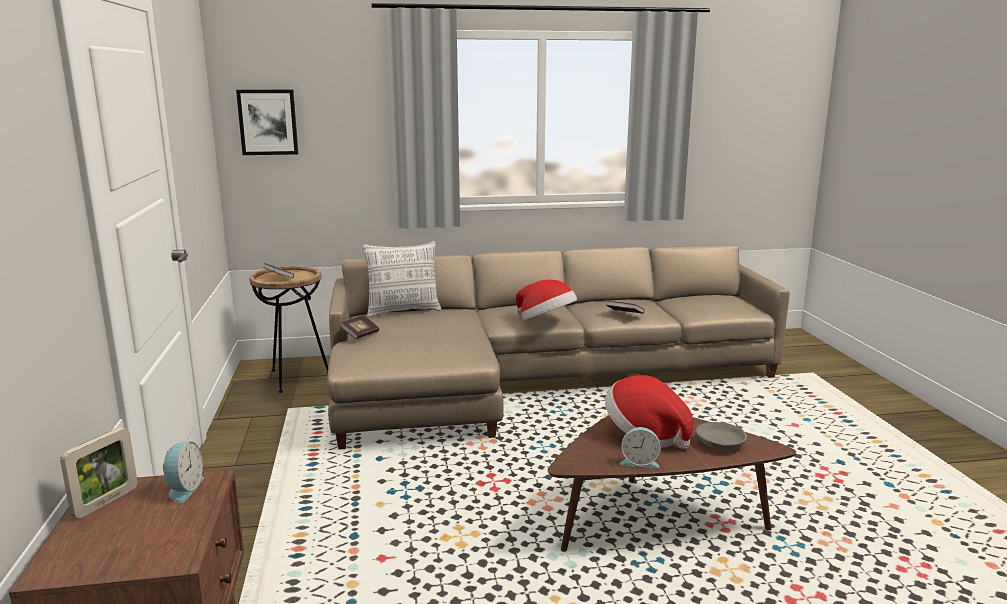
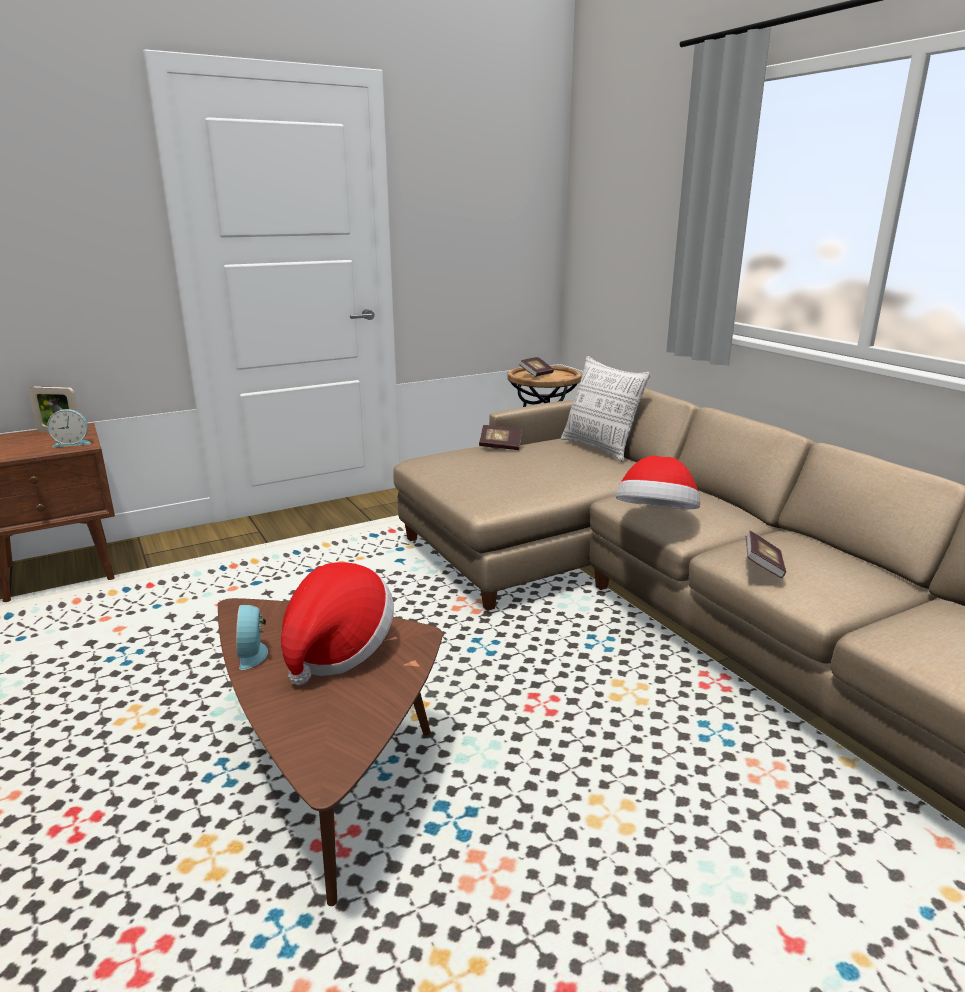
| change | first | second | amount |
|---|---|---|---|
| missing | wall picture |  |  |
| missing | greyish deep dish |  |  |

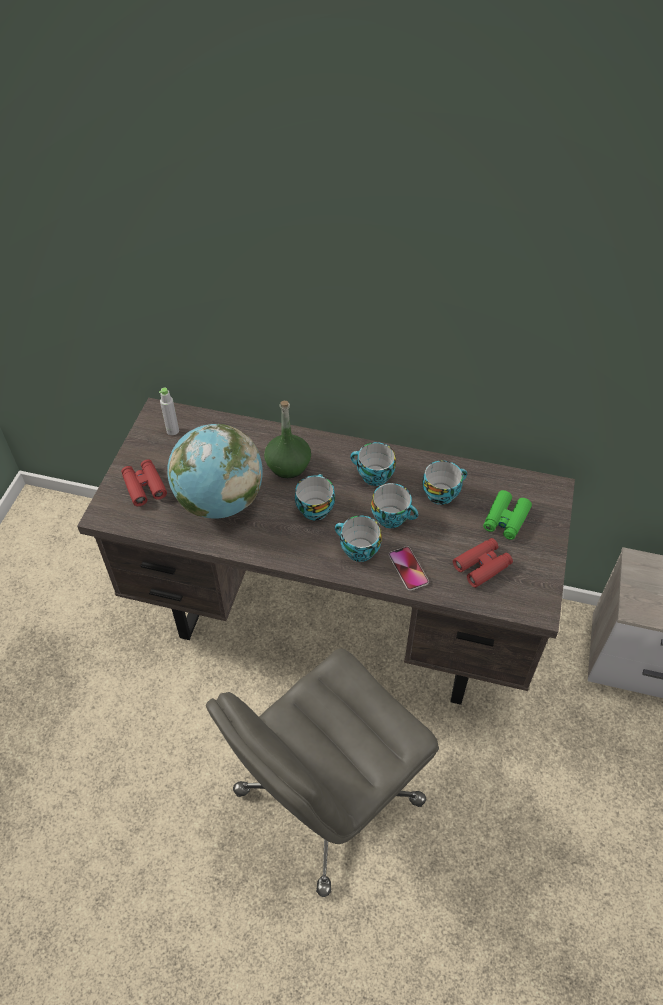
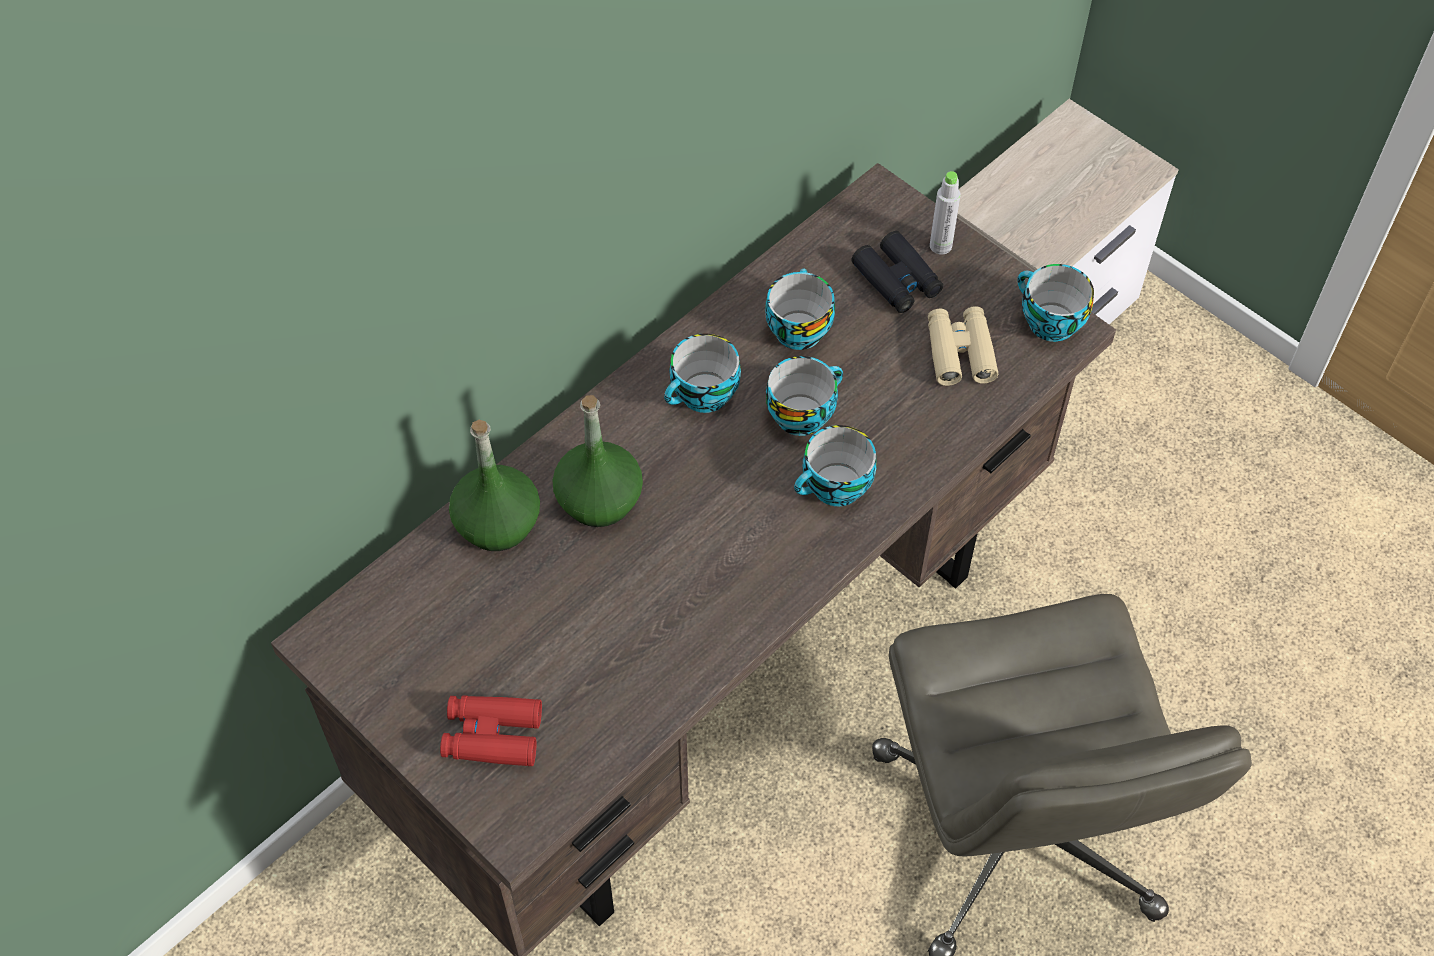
| change | first | second | amount |
|---|---|---|---|
| appeared |  | greenish bottle (no. 1 from left) |  |
| colour | greenish binoculars | black binoculars |  |
| colour | red-coloured binoculars (no. 2 from left) | beige-coloured binoculars |  |
| relocated | greyish bottle |  |  |
| relocated | small cup (no. 1 from left in the first image) | small cup (no. 5 from left) |  |
| missing | desk globe |  |  |
| missing | phone |  |  |

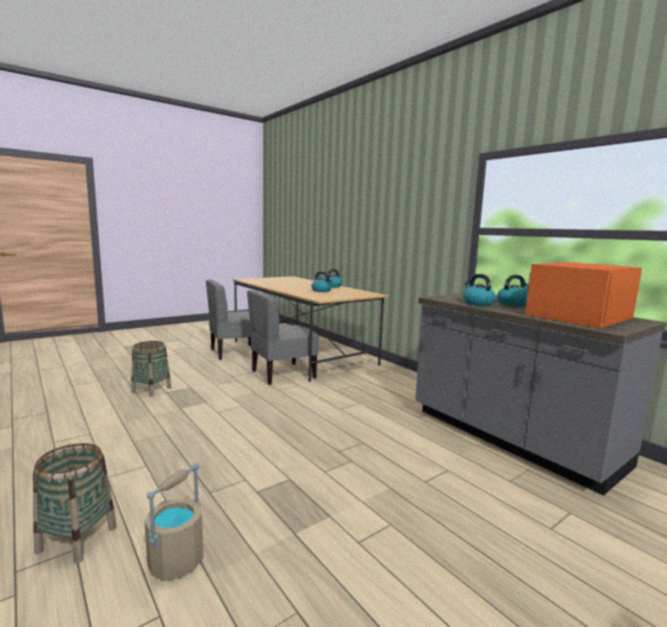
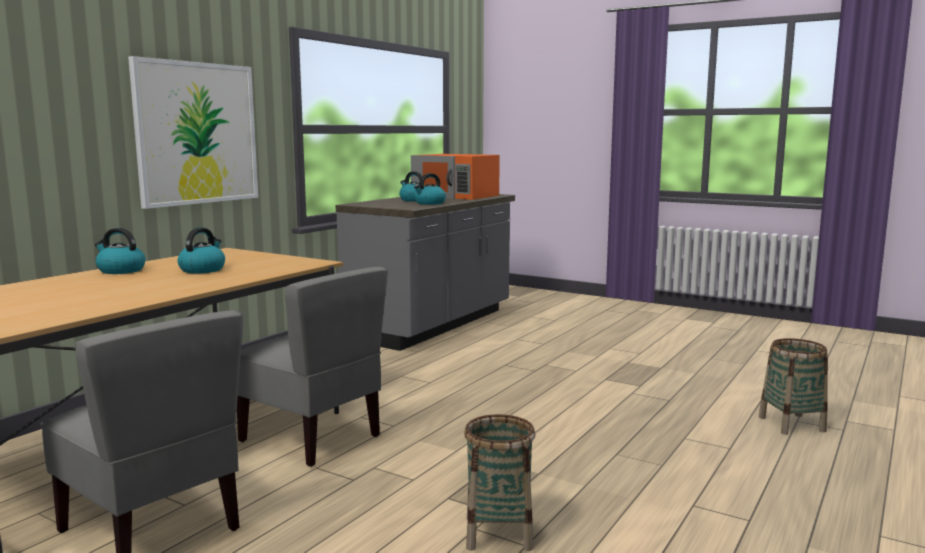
| change | first | second | amount |
|---|---|---|---|
| appeared |  | wall picture |  |
| missing | beige-coloured bucket |  |  |

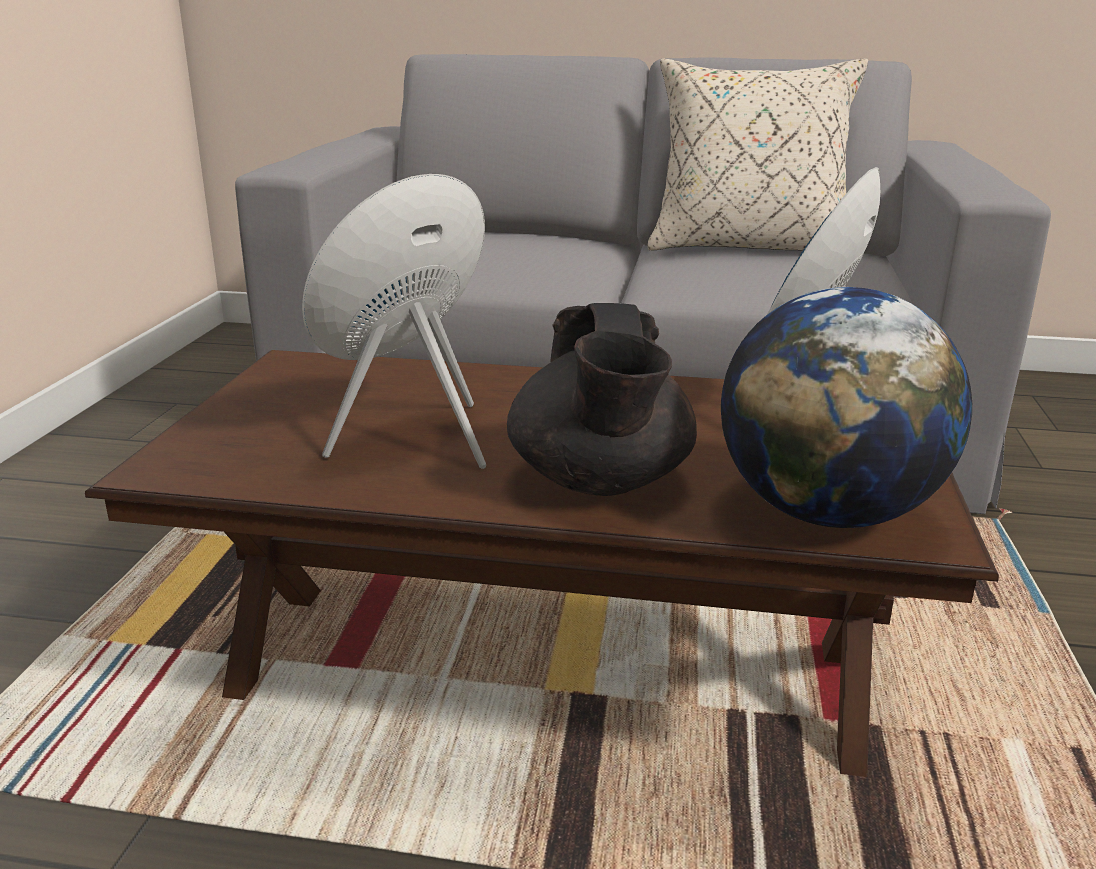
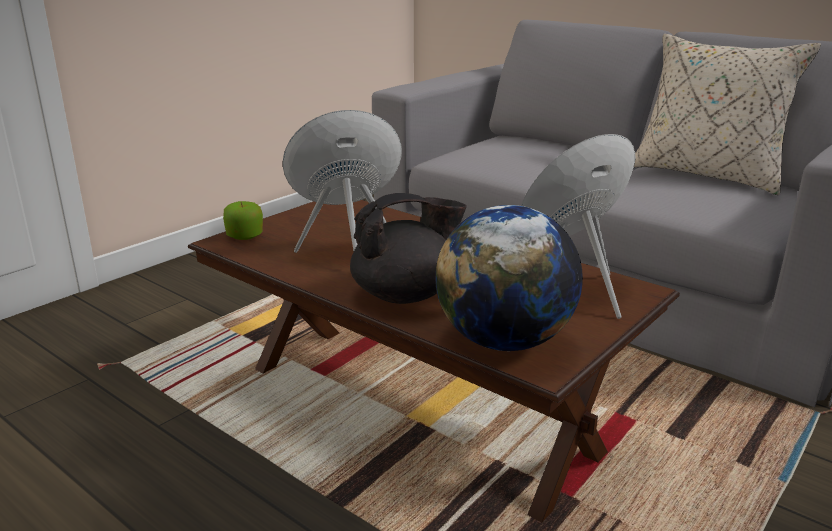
| change | first | second | amount |
|---|---|---|---|
| appeared |  | apple fruit |  |
| spun | black teapot |  | 135 degrees counterclockwise |

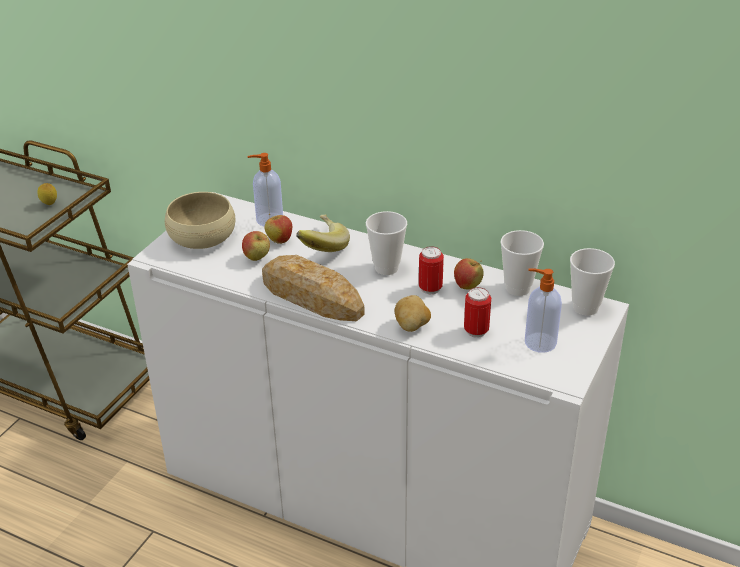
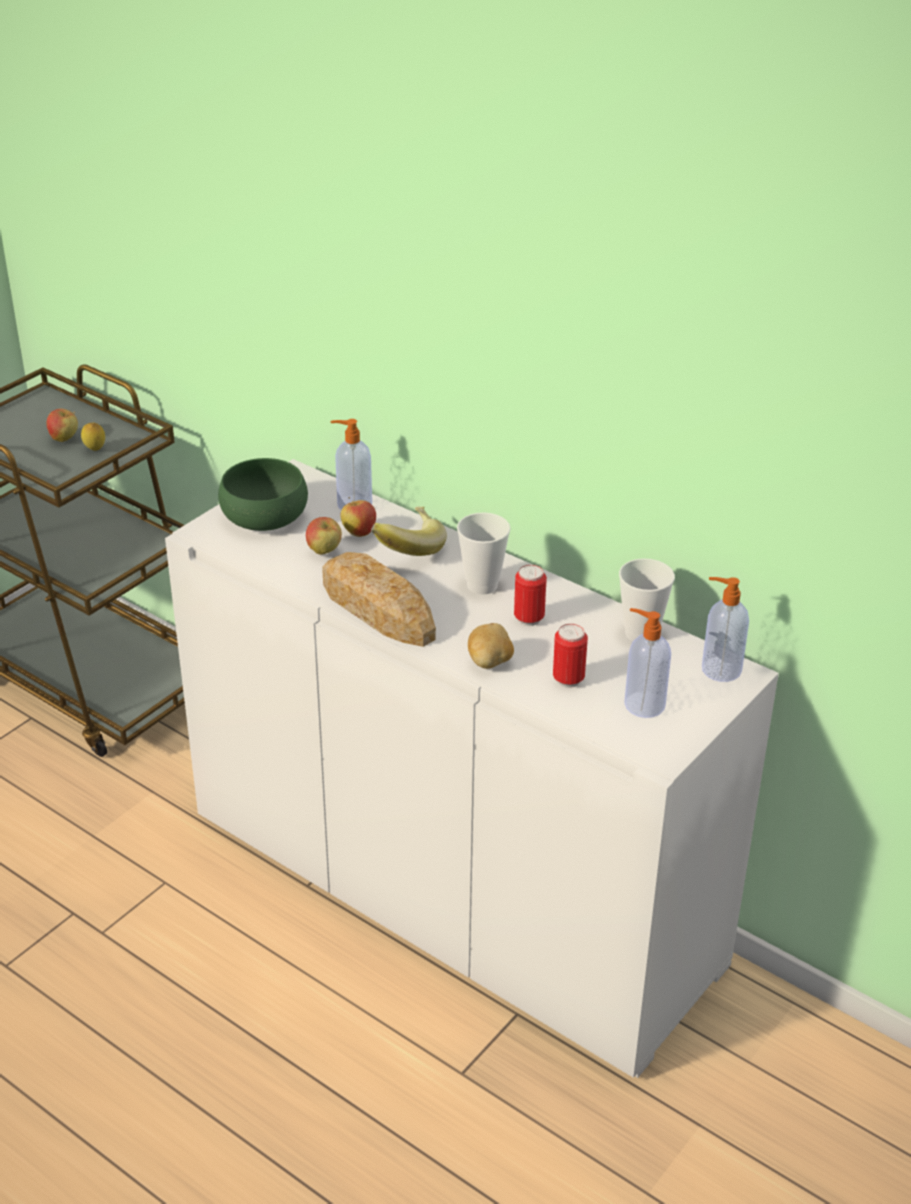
| change | first | second | amount |
|---|---|---|---|
| relocated | apple fruit (no. 3 from left in the first image) | apple fruit (no. 1 from left) |  |
| colour | beige-coloured deep dish | greenish deep dish |  |
| exchanged | small cup (no. 3 from left) | liquid soap bottle (no. 3 from left) |  |

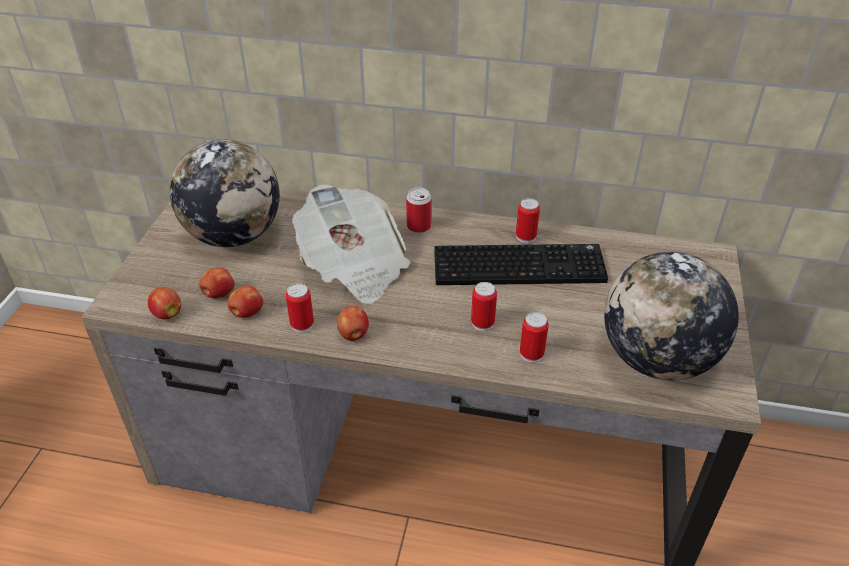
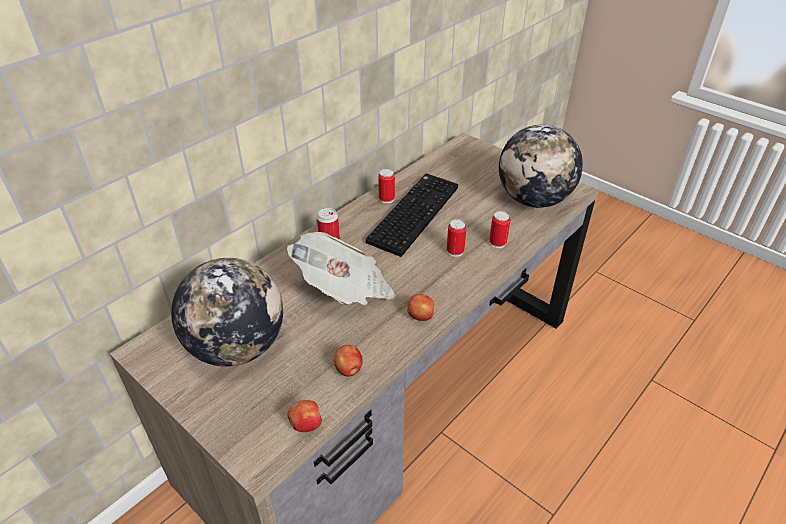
| change | first | second | amount |
|---|---|---|---|
| missing | apple fruit (no. 2 from left) |  |  |
| missing | sealed can (no. 1 from left) |  |  |

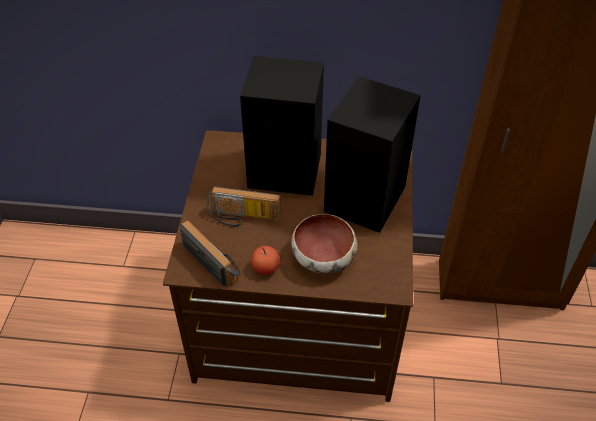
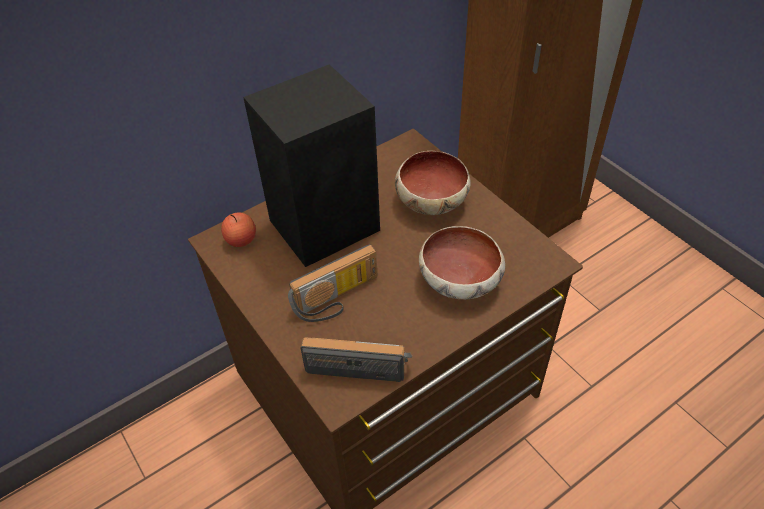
| change | first | second | amount |
|---|---|---|---|
| relocated | apple fruit |  |  |
| exchanged | black audio speaker (no. 2 from left) | deep dish (no. 1 from left) |  |

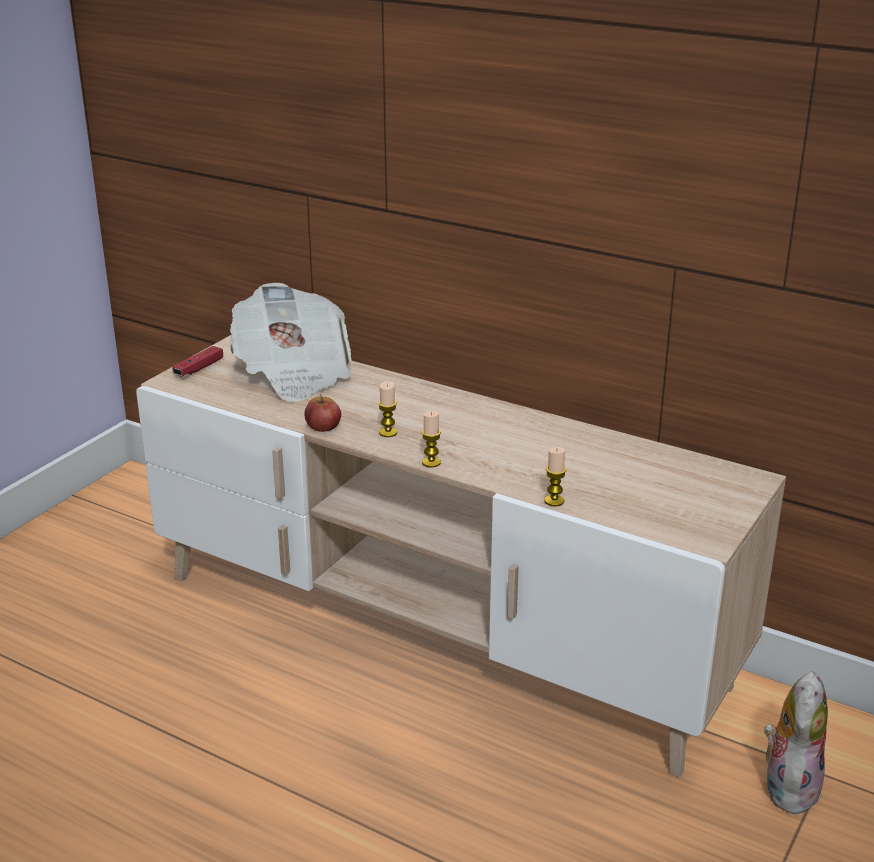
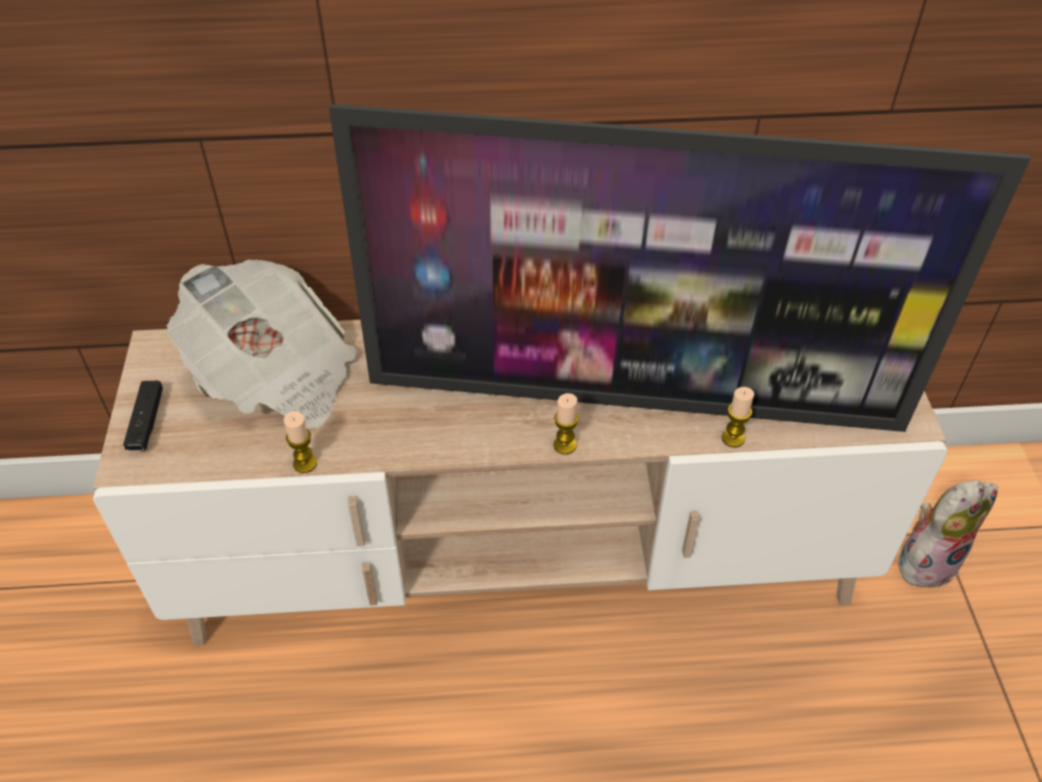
| change | first | second | amount |
|---|---|---|---|
| colour | red-coloured gamepad | black gamepad |  |
| relocated | wax light (no. 1 from left) |  |  |
| appeared |  | television |  |
| spun | plush toy |  | 75 degrees clockwise |
| missing | apple fruit |  |  |

